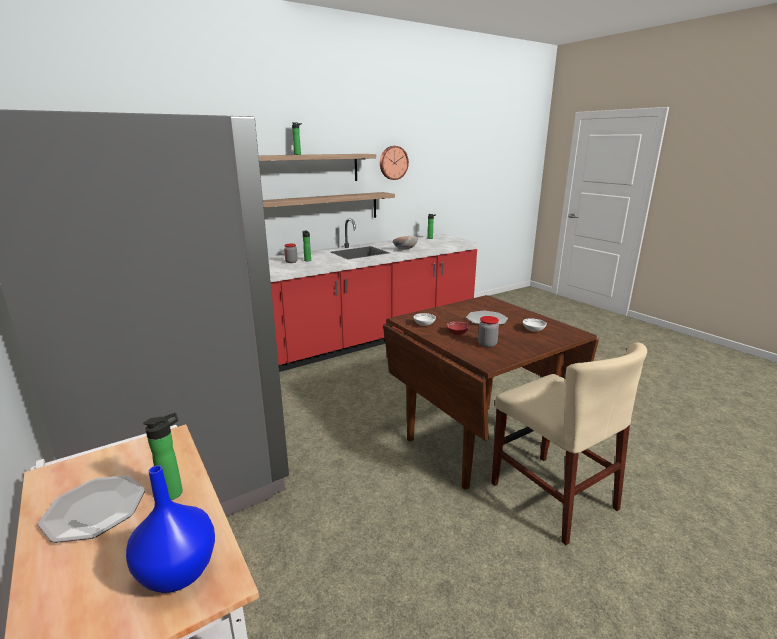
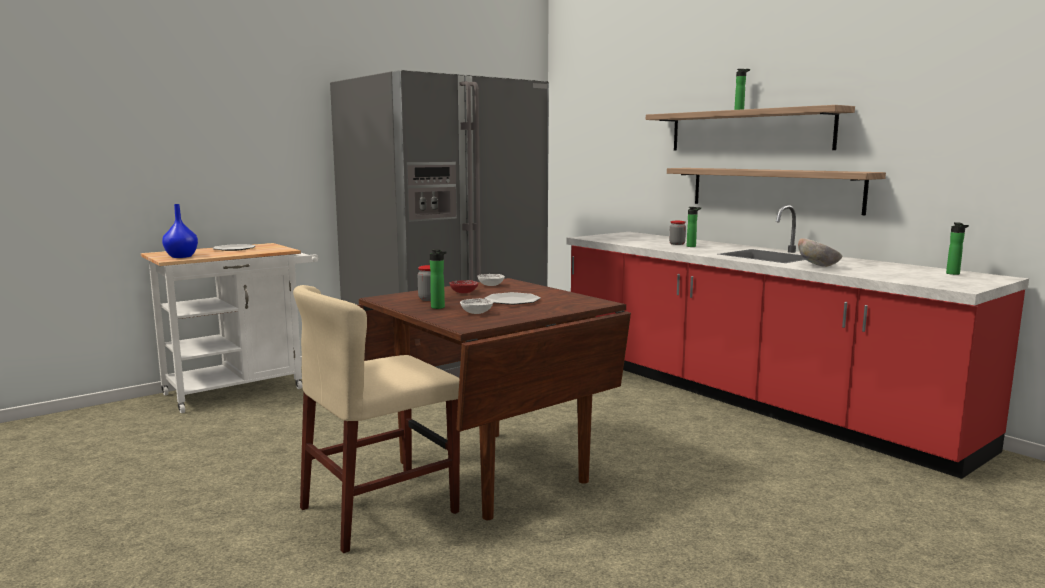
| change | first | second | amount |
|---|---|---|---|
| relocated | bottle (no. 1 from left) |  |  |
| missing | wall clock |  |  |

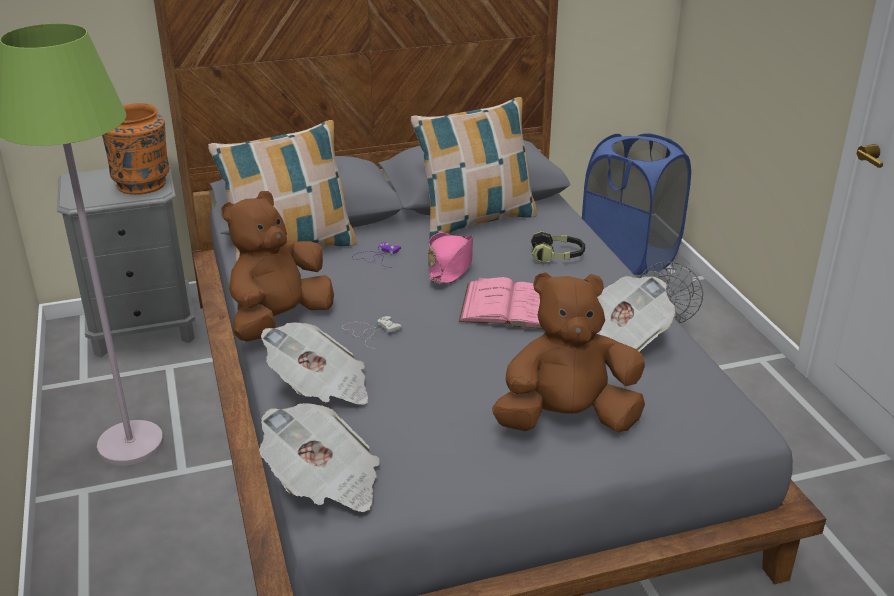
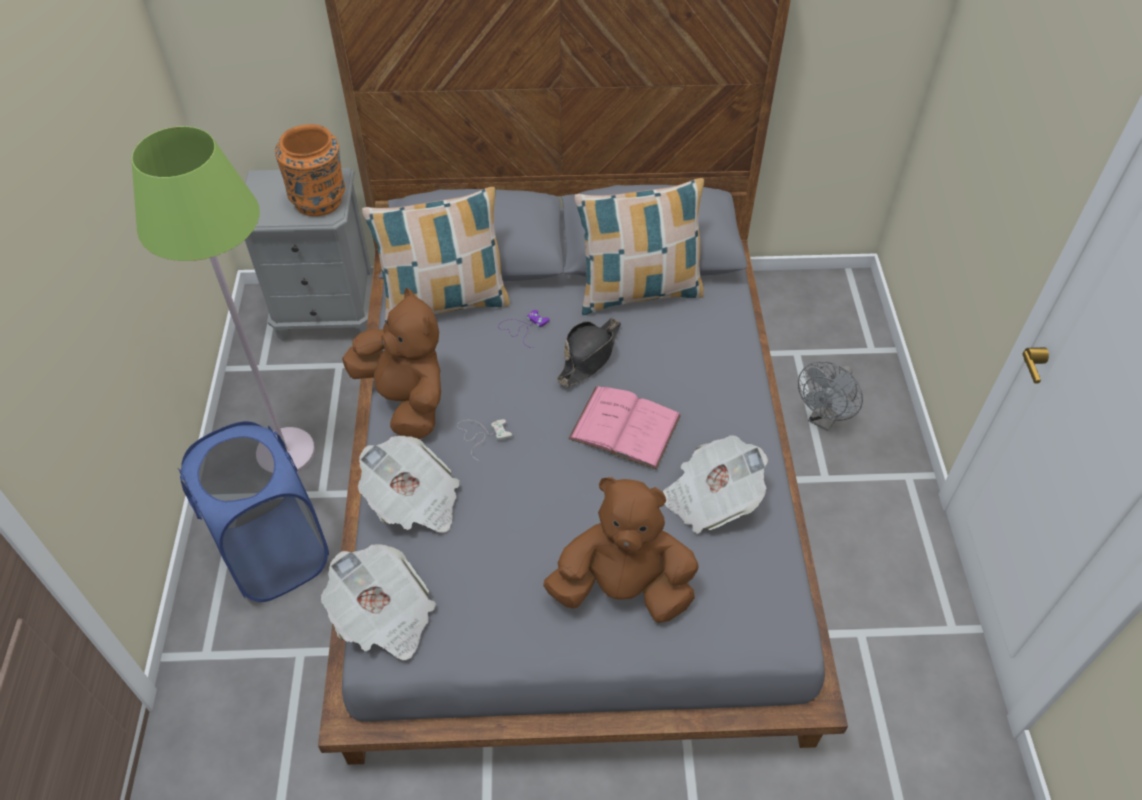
| change | first | second | amount |
|---|---|---|---|
| relocated | blue-coloured laundry basket |  |  |
| spun | brown-coloured plush toy (no. 1 from left) |  | 90 degrees clockwise |
| colour | pink-coloured wearable hat | black wearable hat |  |
| missing | headset |  |  |

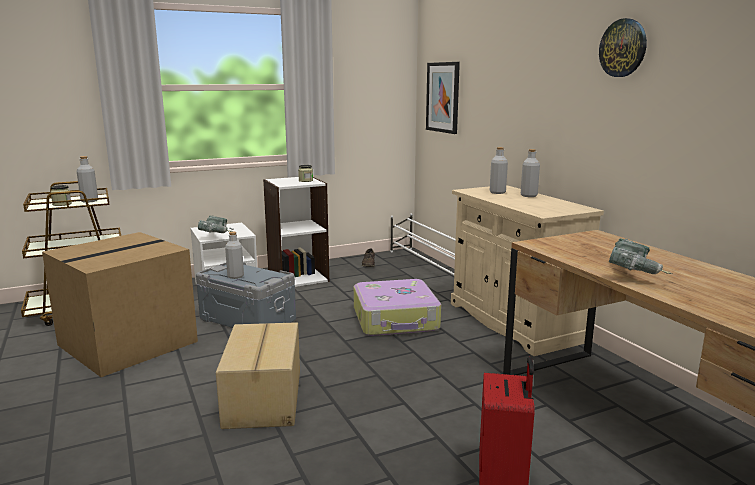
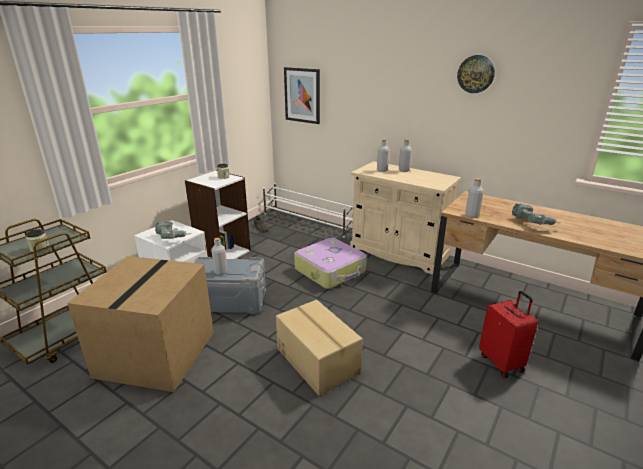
| change | first | second | amount |
|---|---|---|---|
| relocated | greyish bottle (no. 1 from left in the first image) | greyish bottle (no. 4 from left) |  |

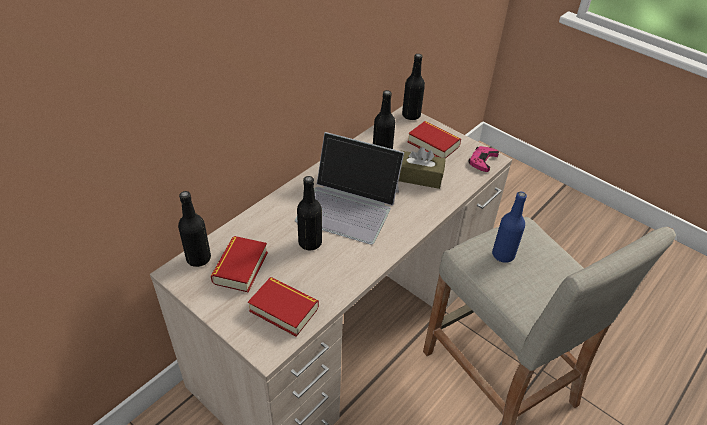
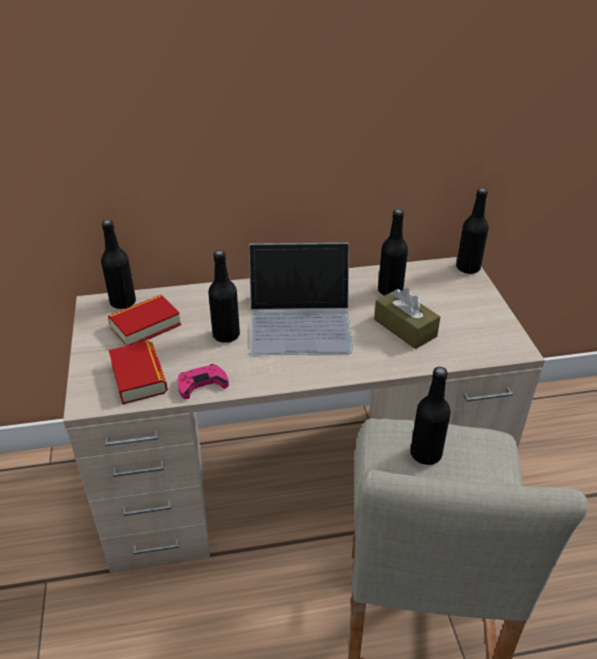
| change | first | second | amount |
|---|---|---|---|
| relocated | pink-coloured gamepad |  |  |
| spun | portable computer |  | 60 degrees counterclockwise |
| colour | blue-coloured bottle | black bottle (no. 4 from left) |  |
| missing | volume (no. 3 from left) |  |  |

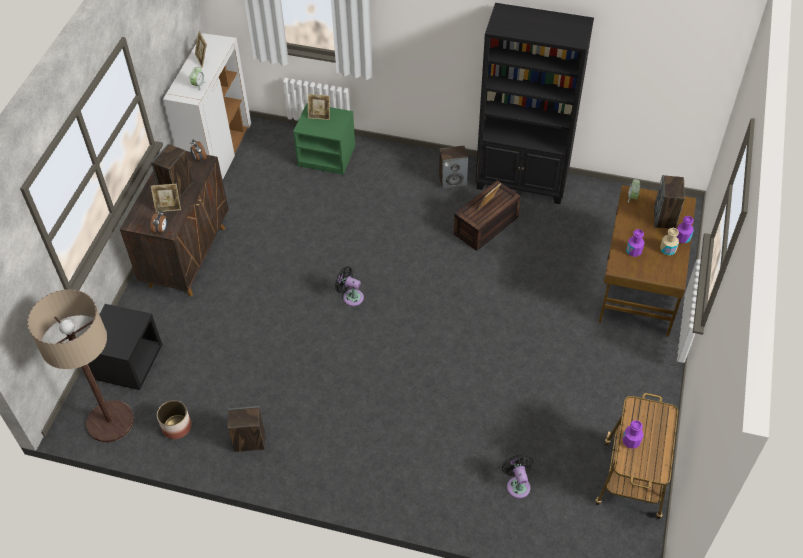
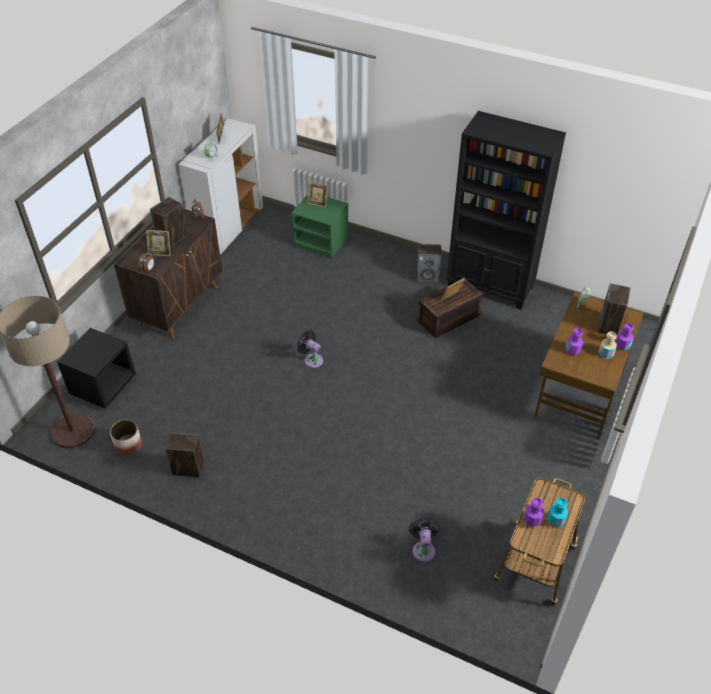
| change | first | second | amount |
|---|---|---|---|
| appeared |  | blue-green bottle |  |

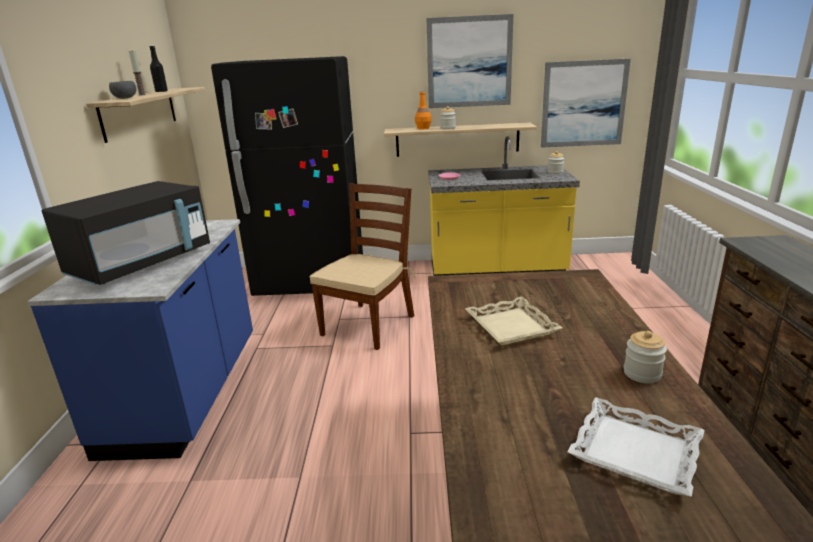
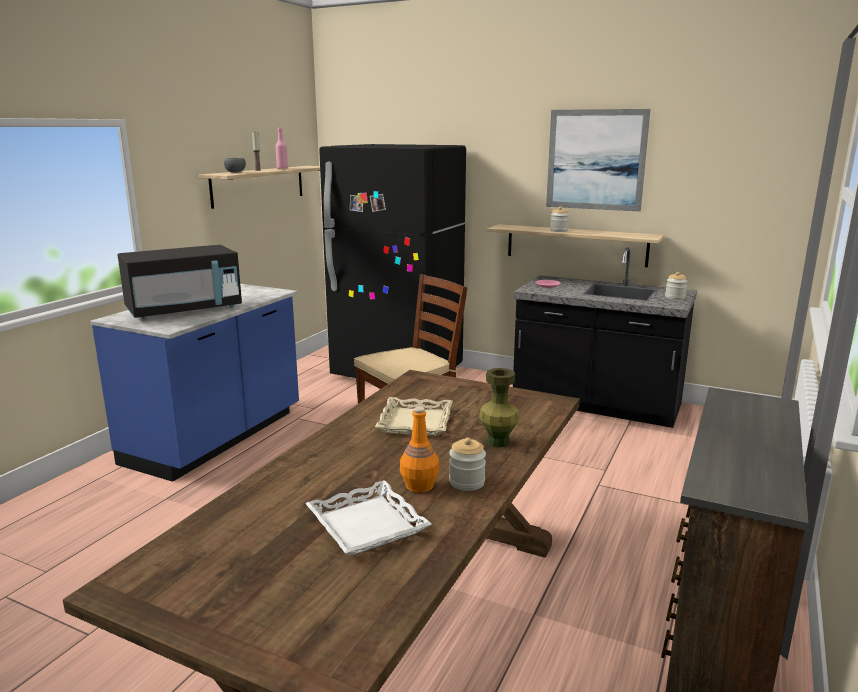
| change | first | second | amount |
|---|---|---|---|
| colour | black bottle | pink-coloured bottle |  |
| relocated | orange bottle |  |  |
| appeared |  | greenish decorative vase |  |
| colour | yellowish kitchen base unit | black kitchen base unit |  |
| missing | wall picture (no. 2 from left) |  |  |

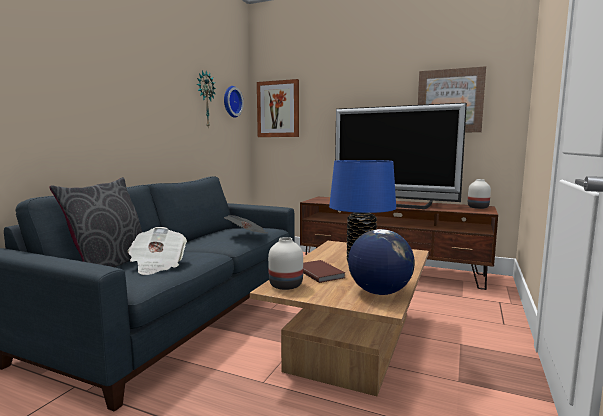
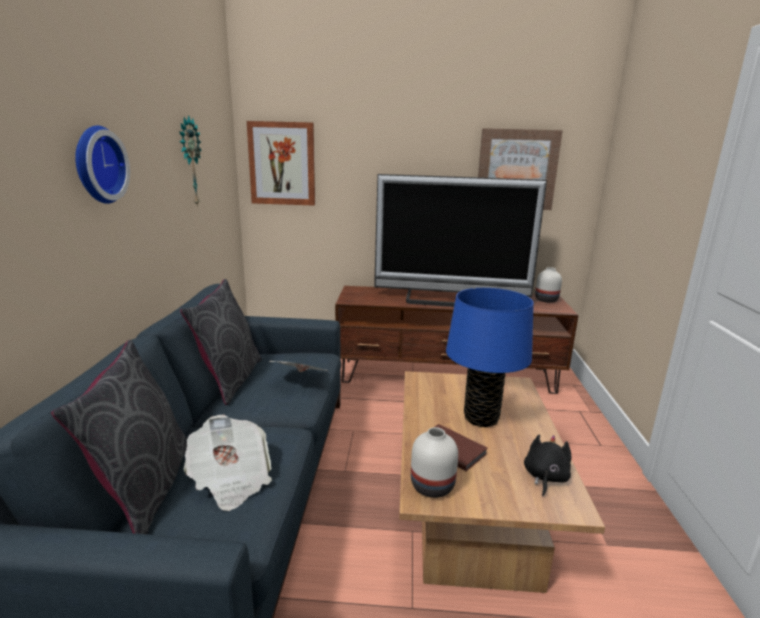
| change | first | second | amount |
|---|---|---|---|
| relocated | wall clock (no. 2 from left in the first image) | wall clock (no. 1 from left) |  |
| appeared |  | greyish pillow (no. 2 from left) |  |
| exchanged | desk globe | black plush toy |  |

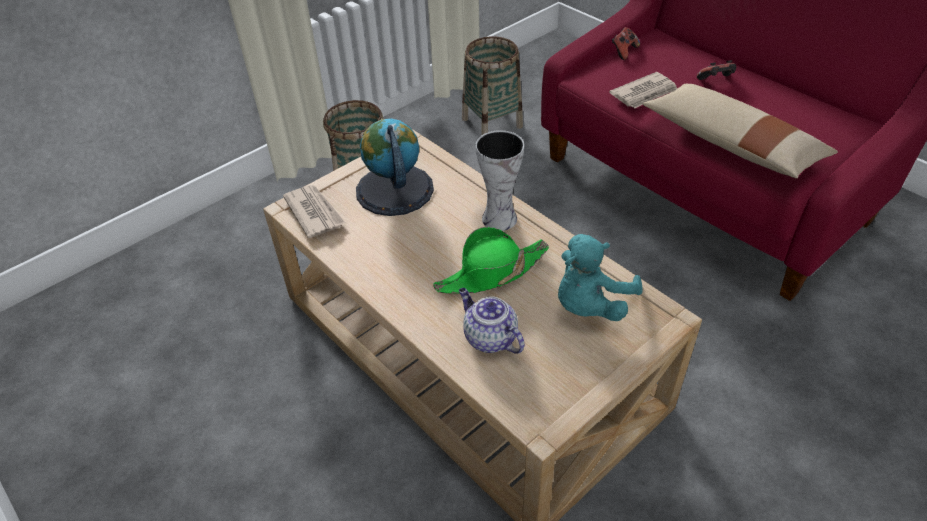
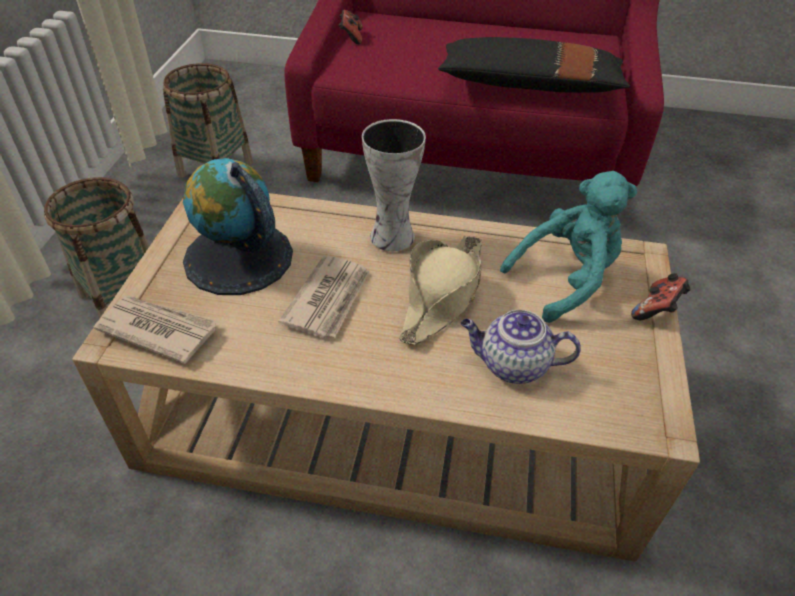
| change | first | second | amount |
|---|---|---|---|
| relocated | printed paper (no. 2 from left) |  |  |
| colour | greenish wearable hat | beige-coloured wearable hat |  |
| colour | beige-coloured pillow | black pillow |  |
| spun | blue-green plush toy |  | 120 degrees counterclockwise |
| relocated | gamepad (no. 2 from left) |  |  |

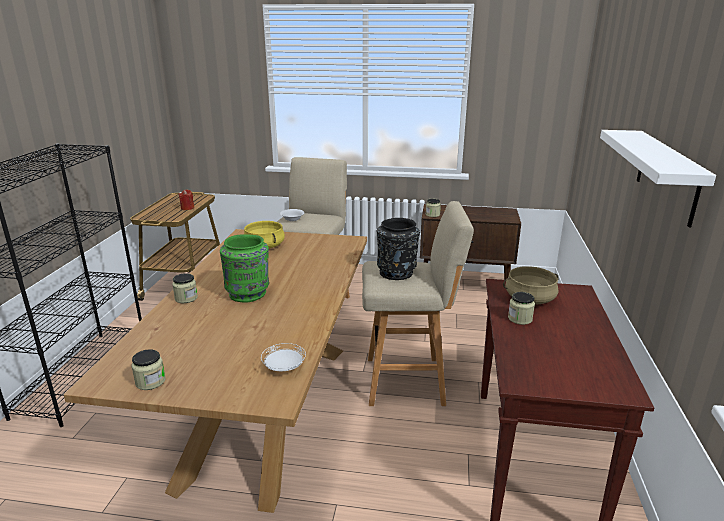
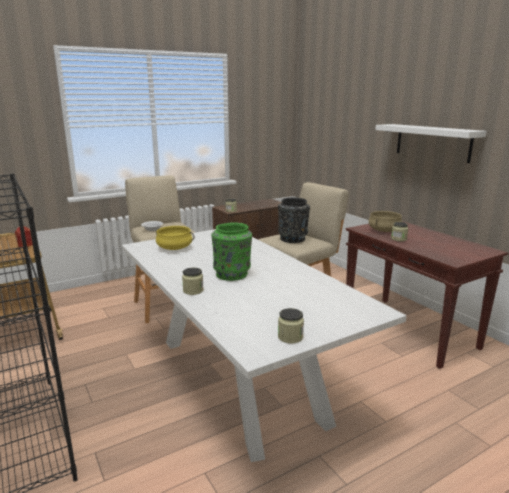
| change | first | second | amount |
|---|---|---|---|
| colour | brown-coloured dining table | white dining table |  |
| missing | white plate |  |  |

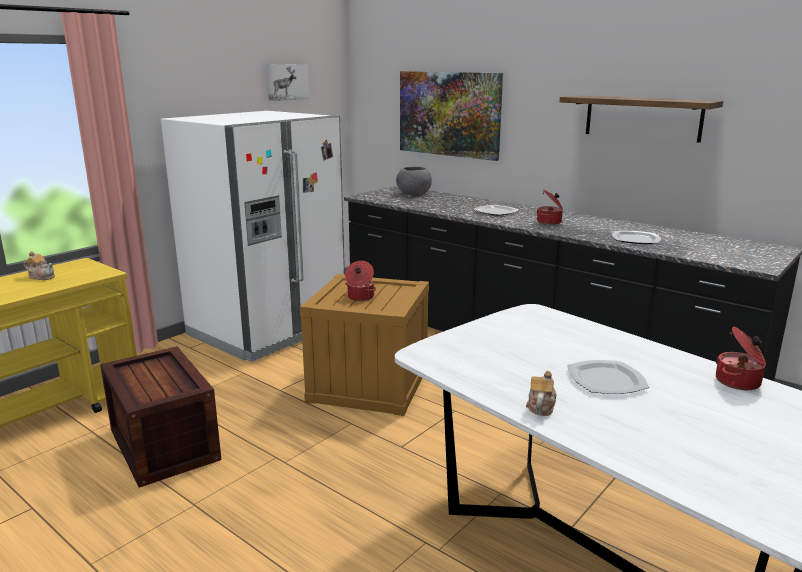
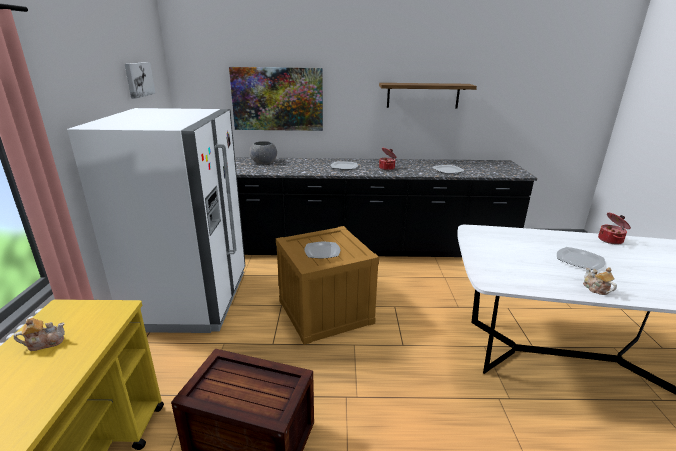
| change | first | second | amount |
|---|---|---|---|
| exchanged | stockpot (no. 1 from left) | plate (no. 1 from left) |  |

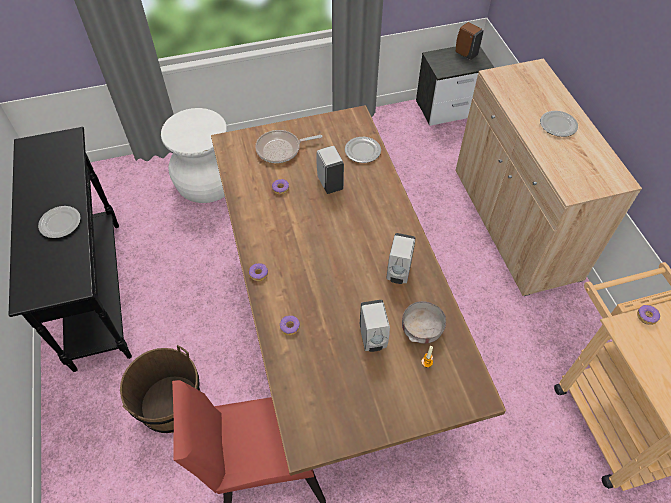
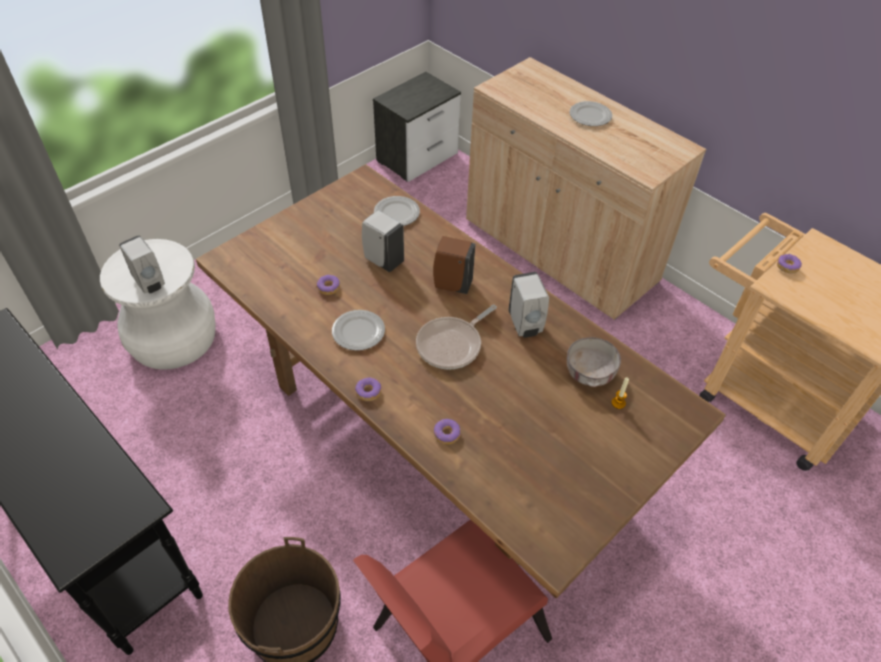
| change | first | second | amount |
|---|---|---|---|
| relocated | white liquid soap bottle (no. 2 from left in the first image) | white liquid soap bottle (no. 1 from left) |  |
| relocated | plate (no. 1 from left) |  |  |
| relocated | frying pan |  |  |
| relocated | brown-coloured liquid soap bottle |  |  |

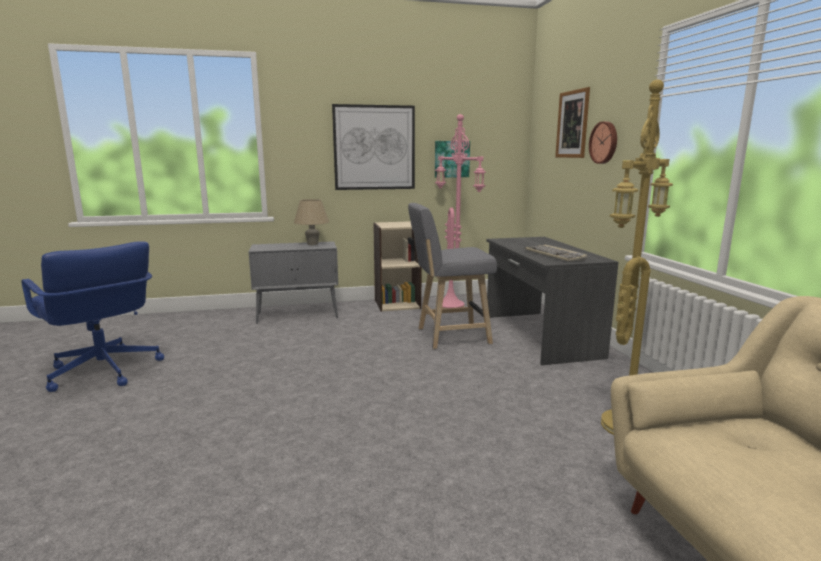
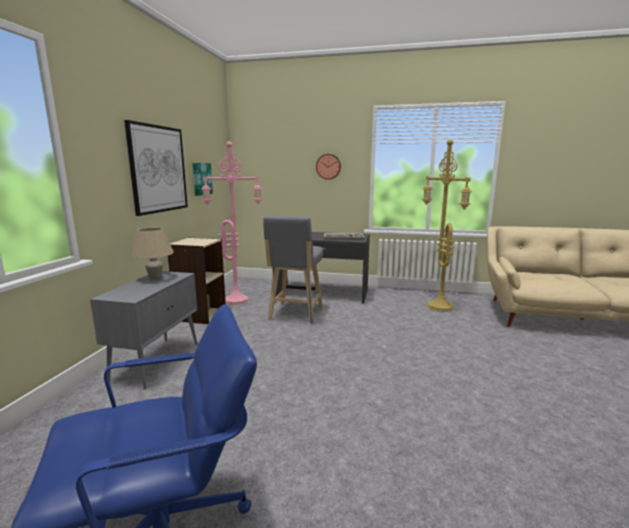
| change | first | second | amount |
|---|---|---|---|
| missing | wall picture (no. 3 from left) |  |  |

